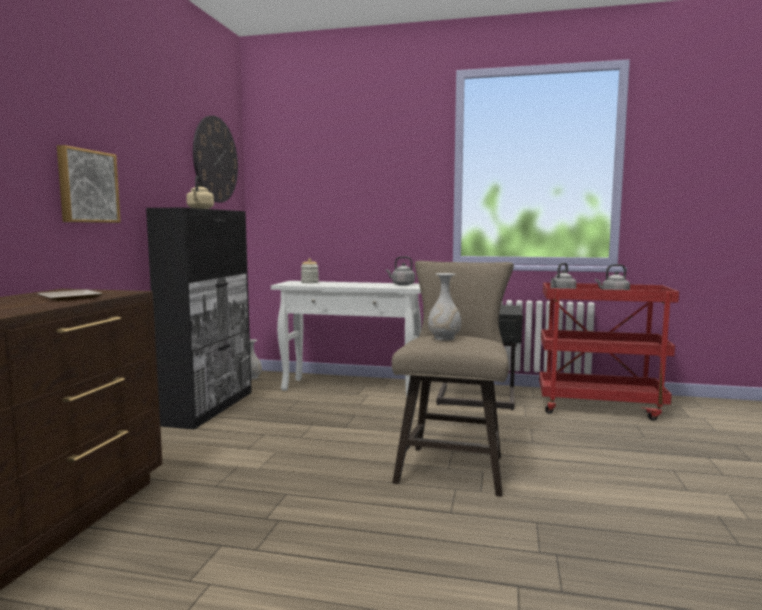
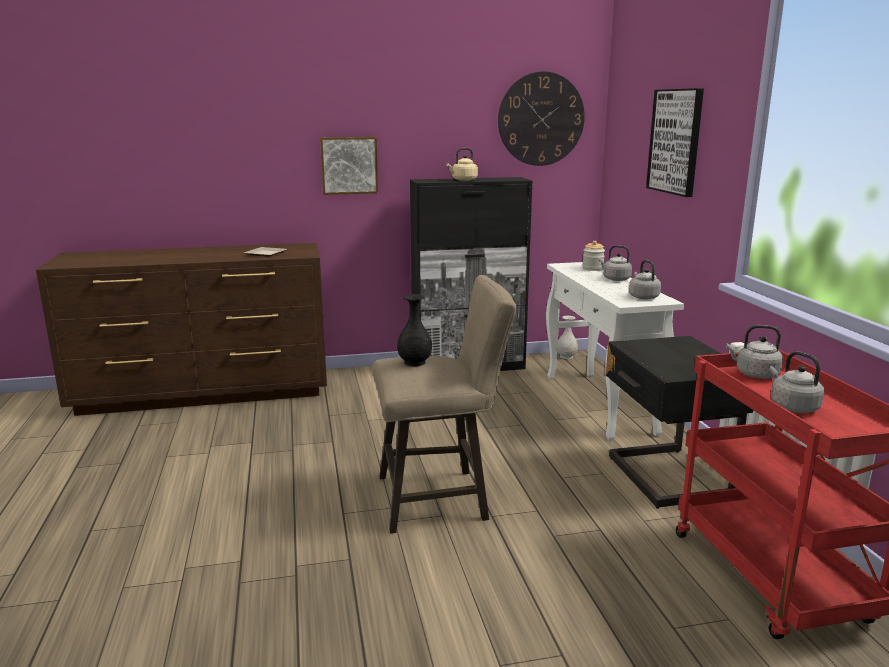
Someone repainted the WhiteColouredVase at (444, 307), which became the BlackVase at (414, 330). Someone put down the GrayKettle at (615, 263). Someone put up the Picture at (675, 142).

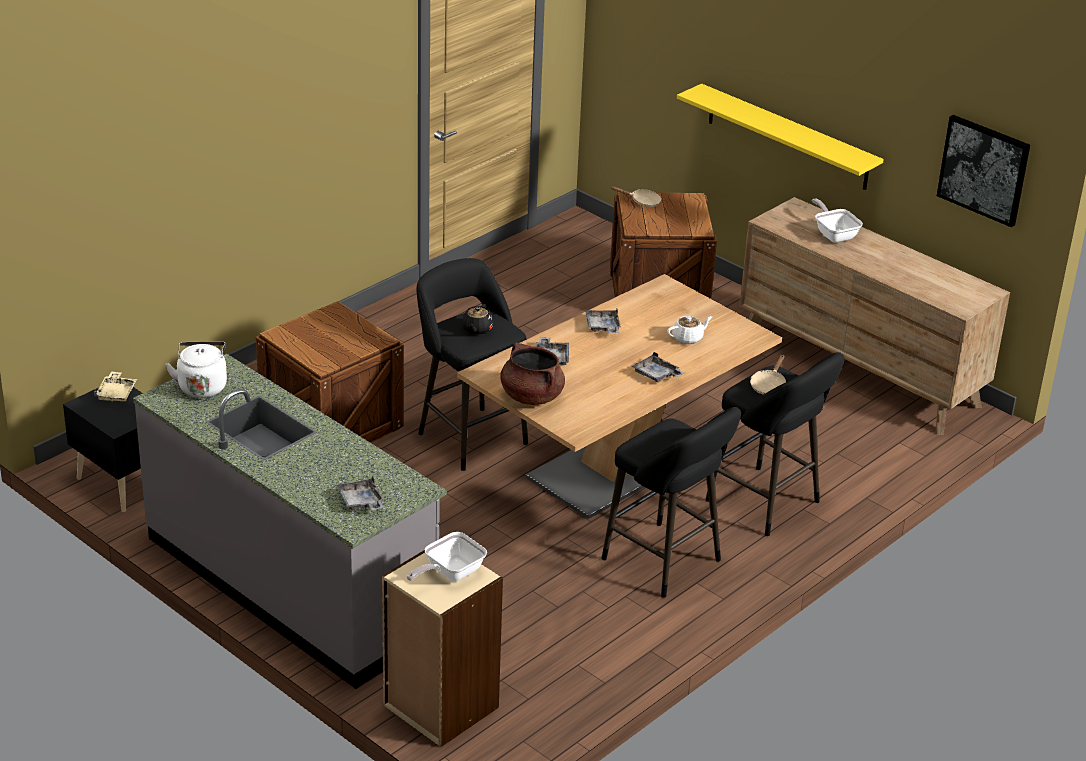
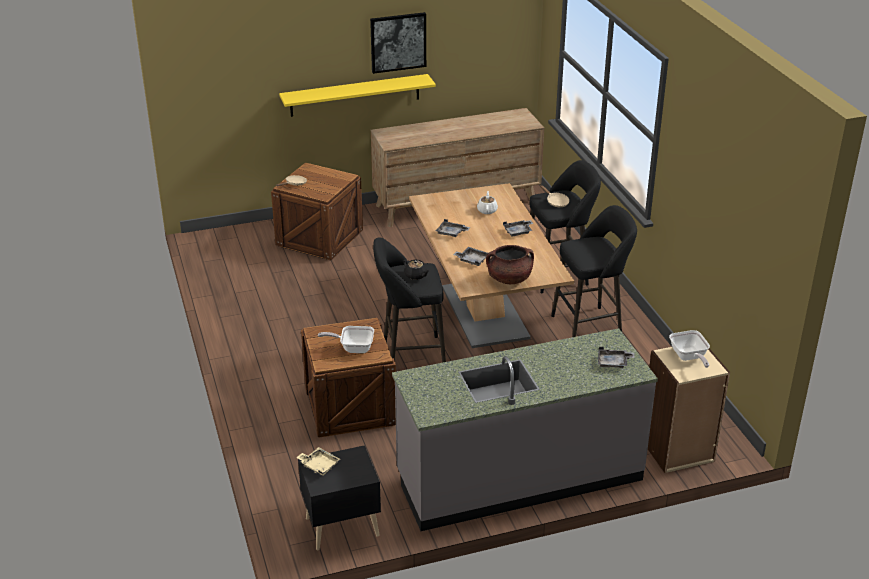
Someone carried the Skillet from (837, 221) to (346, 339). Someone carried the Picture from (983, 171) to (398, 43). Someone took away the WhiteColouredKettle at (196, 369).

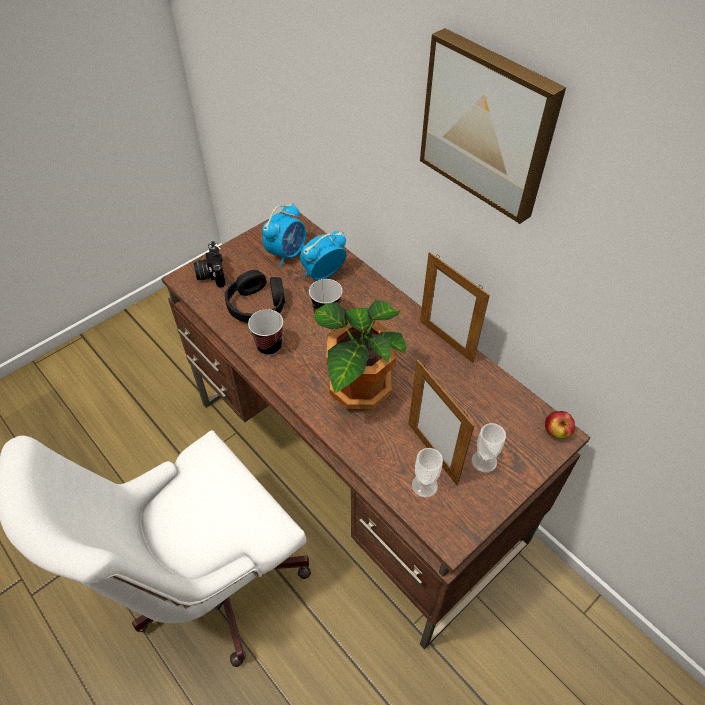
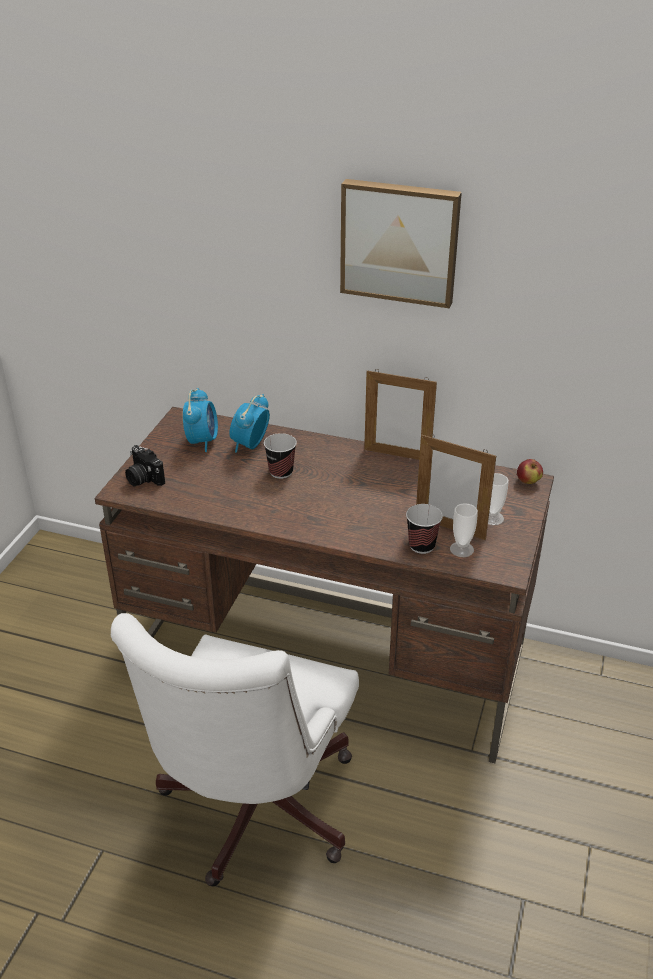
Someone carried the Cup from (265, 332) to (424, 529). Someone took away the BlackHeadphones at (255, 296). Someone took away the PlantInAPot at (360, 355).

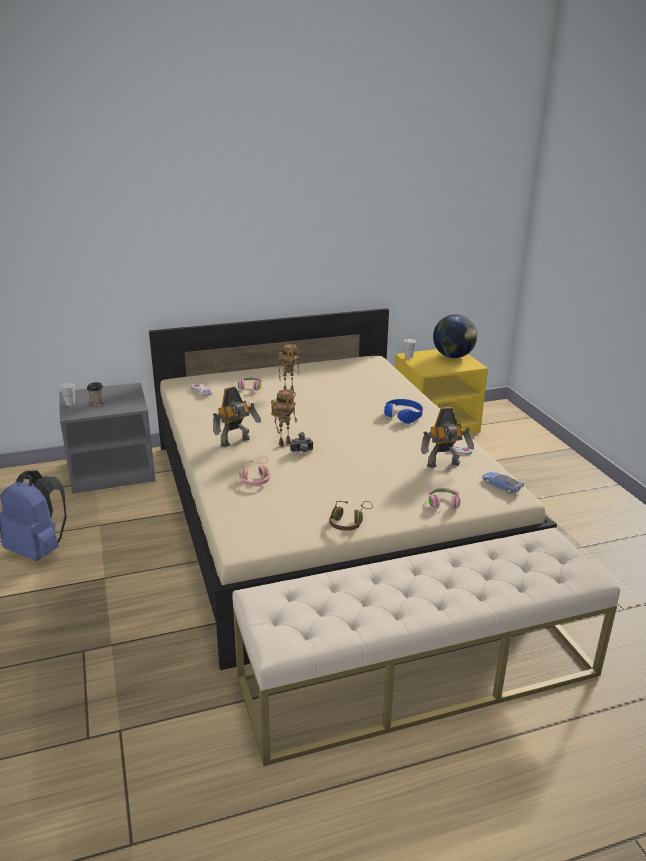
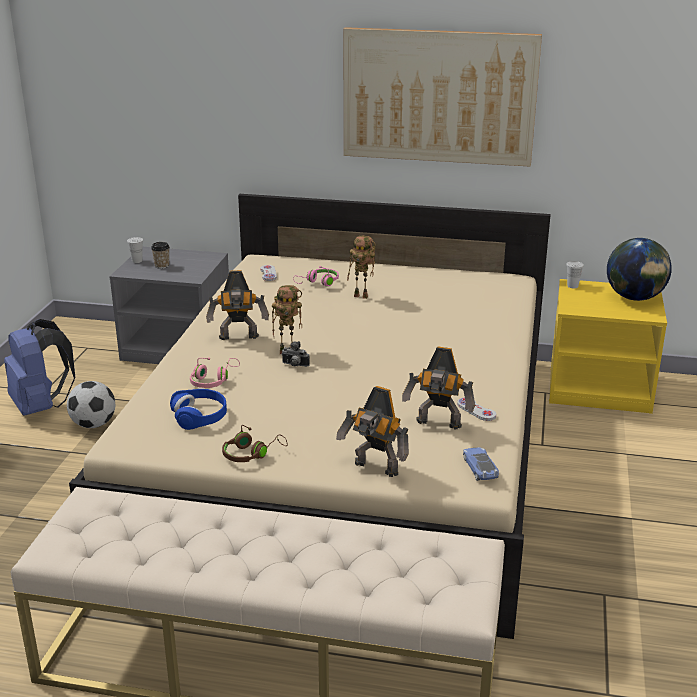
Someone put down the BallForFootball at (91, 404). Someone carried the BluishHeadphones from (403, 411) to (198, 409). Someone swapped the PinkishHeadphones at (443, 501) for the ToyRobot at (372, 431). Someone put up the Picture at (443, 97).

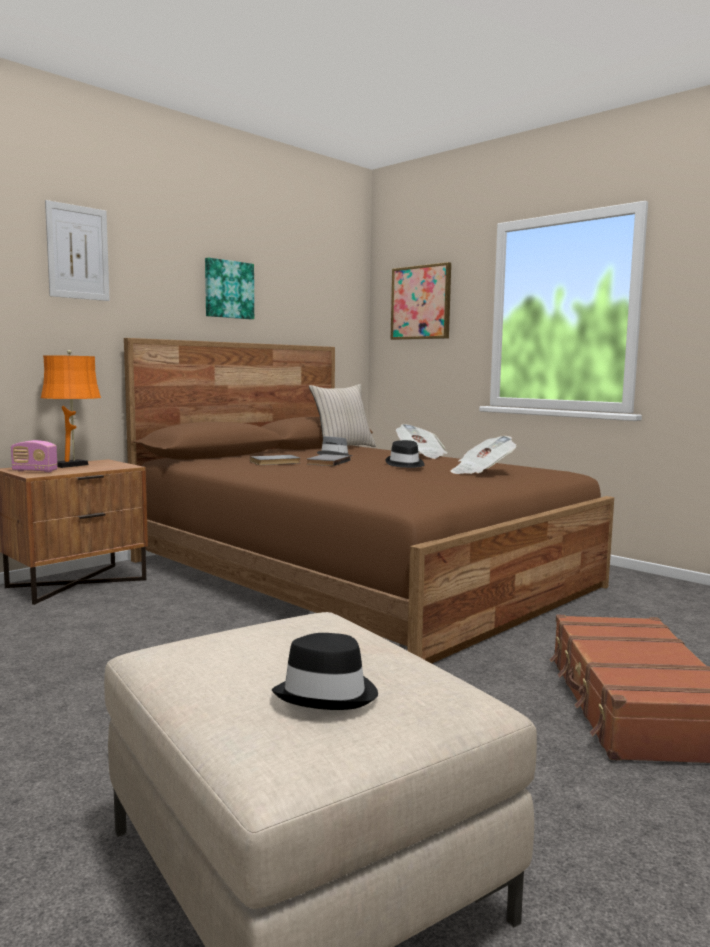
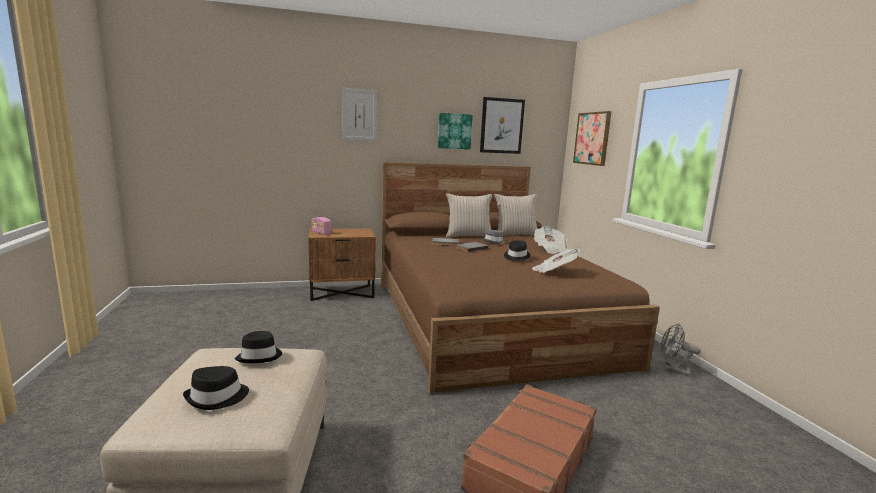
Someone put down the BlackClothingHat at (258, 347). Someone put down the BeigeColouredPillow at (469, 215). Someone put up the Picture at (502, 125). Someone put down the GrayElectricFan at (681, 349). Someone took away the OrangeyTabletopLamp at (71, 409).

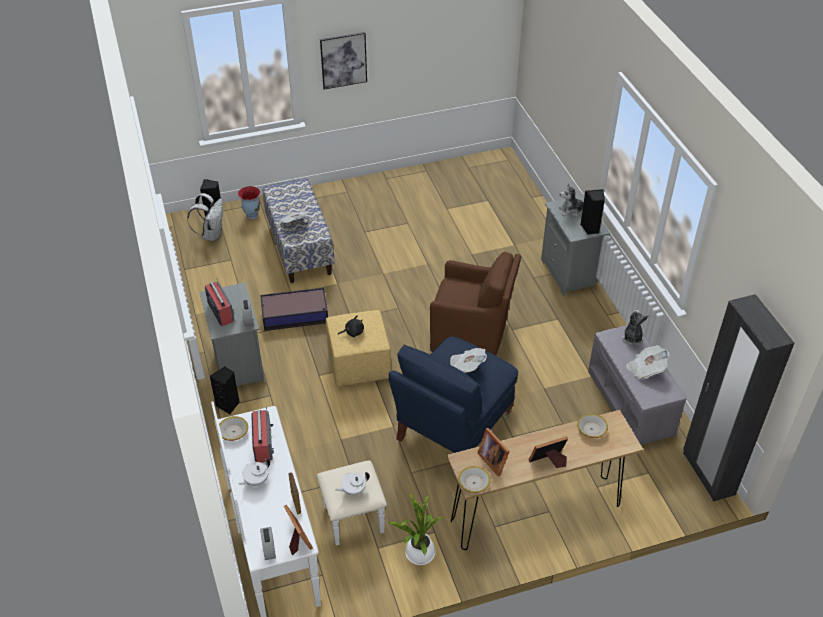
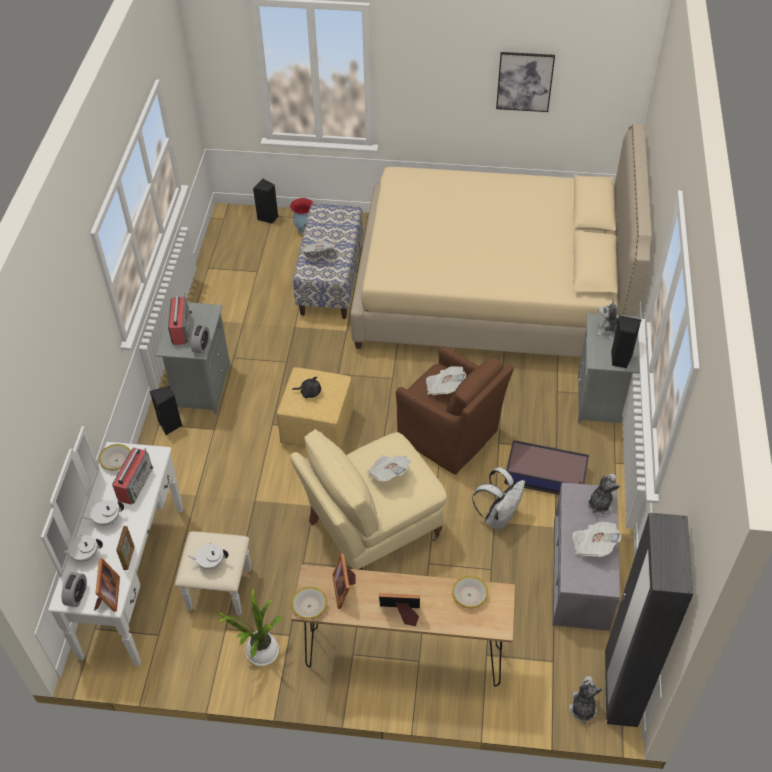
Someone put down the WhiteColouredTeaPot at (83, 548). Someone repainted the BluishEasyChair at (453, 394), which became the BeigeColouredEasyChair at (368, 499). Someone put down the BeigeColouredBed at (501, 240). Someone put down the PrintedPaper at (446, 380). Someone carried the WhiteColouredRucksack from (205, 217) to (498, 498). Someone carried the Picture from (343, 60) to (525, 82). Someone carried the StorageBin from (294, 309) to (546, 467). Someone put down the CuddlyToy at (586, 700).

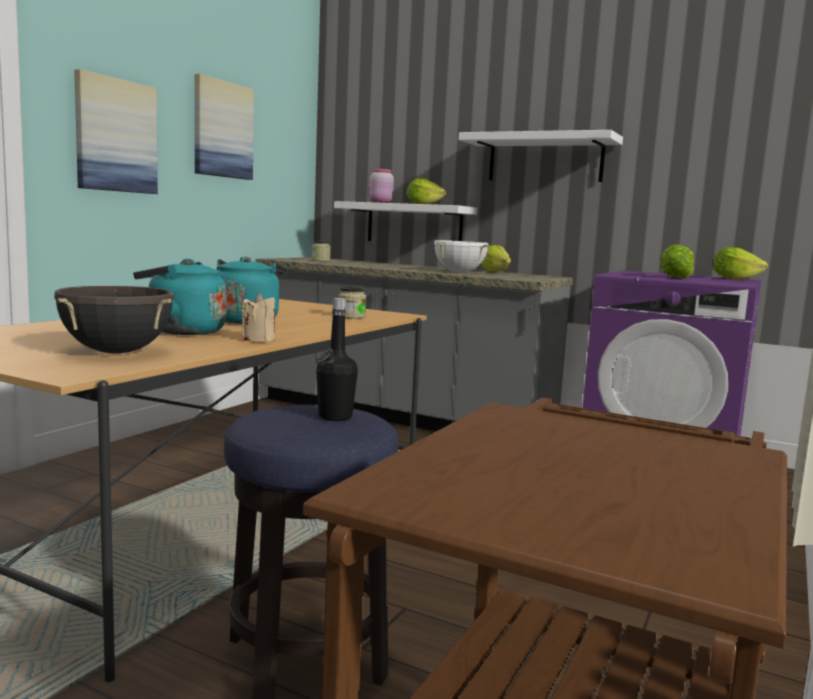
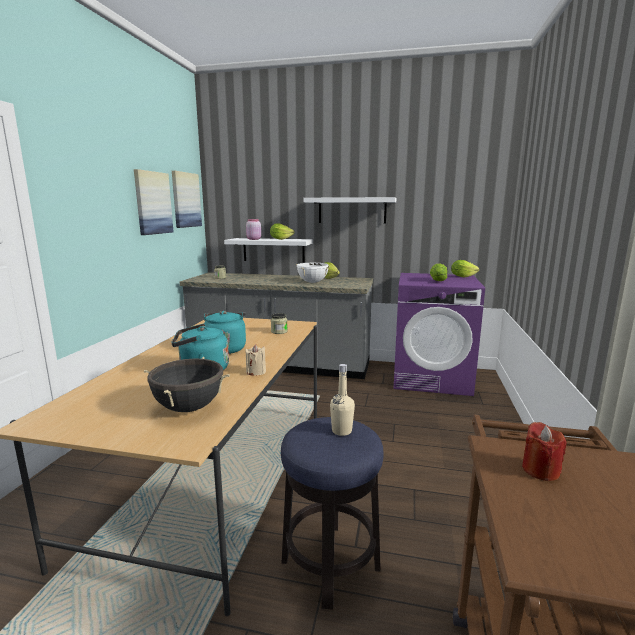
Someone carried the Picture from (116, 131) to (187, 199). Someone repainted the BlackBeverageBottle at (337, 359), which became the BeigeColouredBeverageBottle at (342, 400). Someone put down the ReddishCandle at (544, 451).

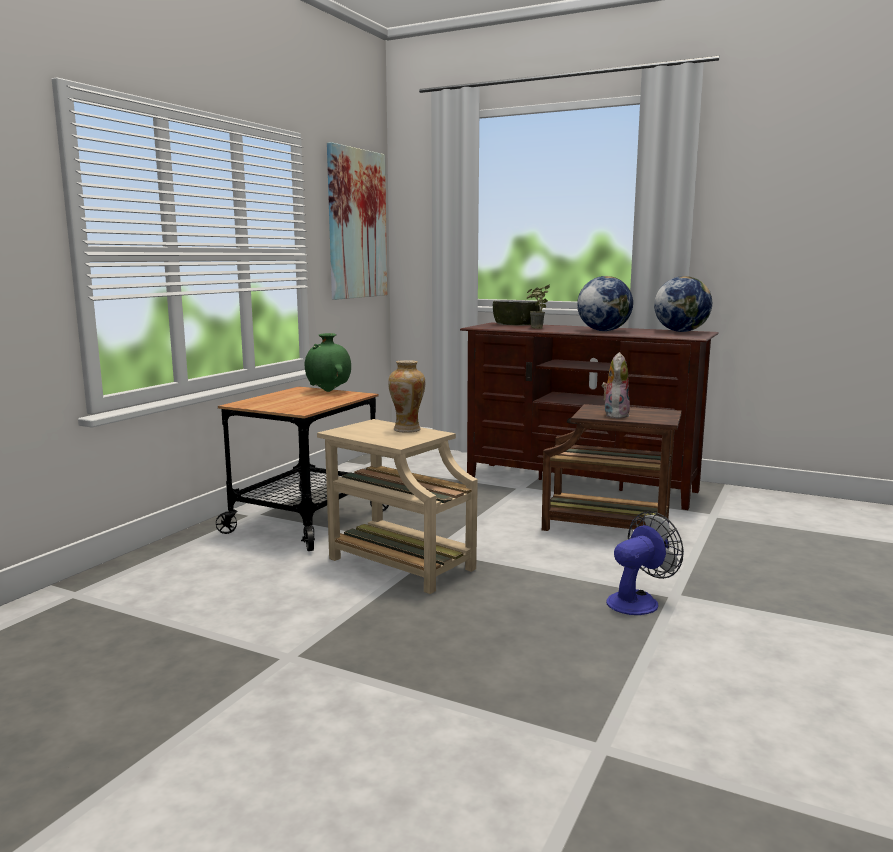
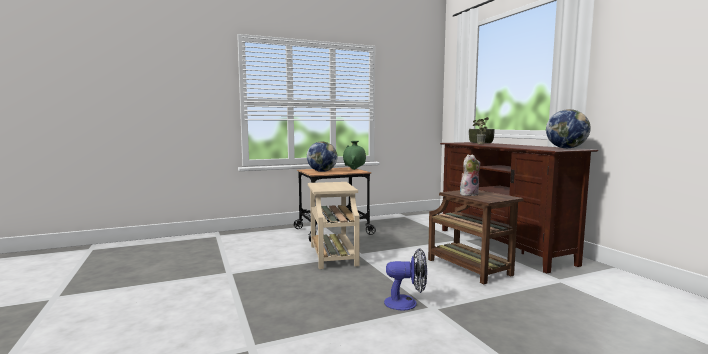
Someone carried the WorldGlobe from (605, 303) to (322, 156). Someone took away the Picture at (357, 221). Someone took away the Vase at (406, 396).

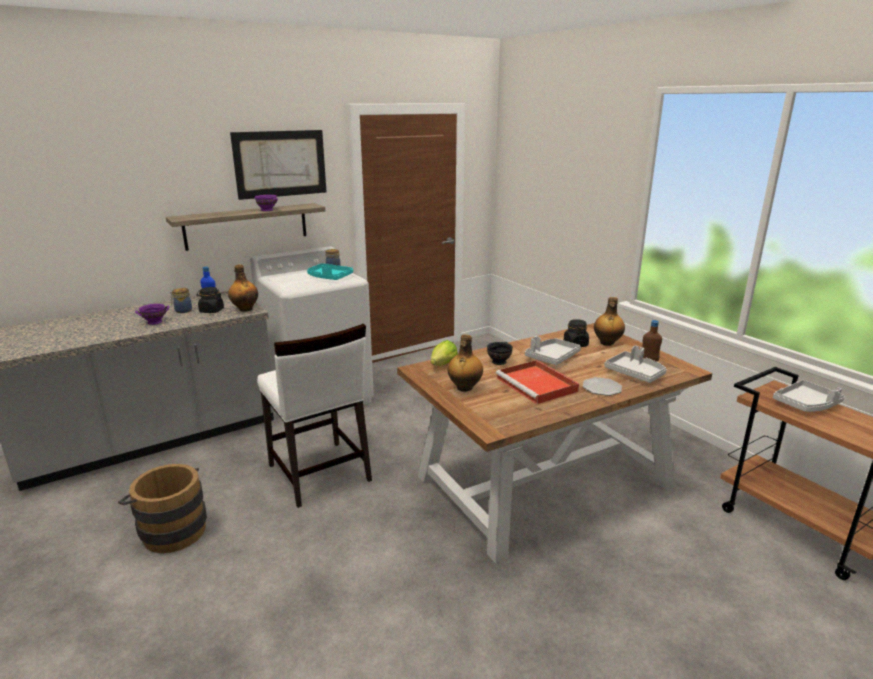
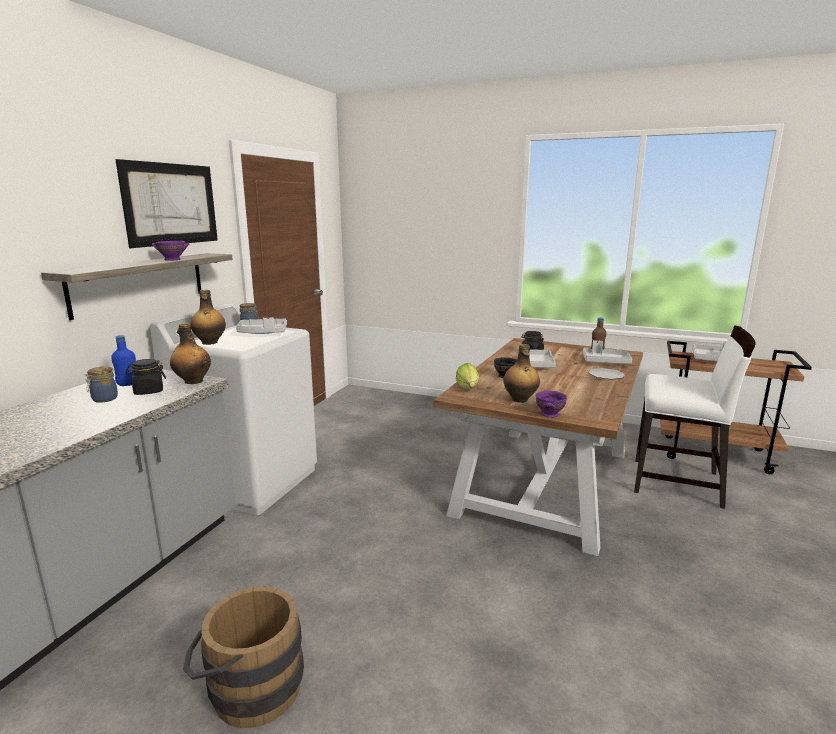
Someone carried the BeverageBottle from (609, 321) to (208, 317). Someone repainted the BlueGreenCarryingTray at (330, 271), which became the GrayCarryingTray at (261, 325). Someone carried the PurpleColouredServingBowl from (152, 314) to (551, 404). Someone carried the WhiteColouredPlainChair from (314, 416) to (695, 417). Someone took away the ReddishCarryingTray at (537, 382).

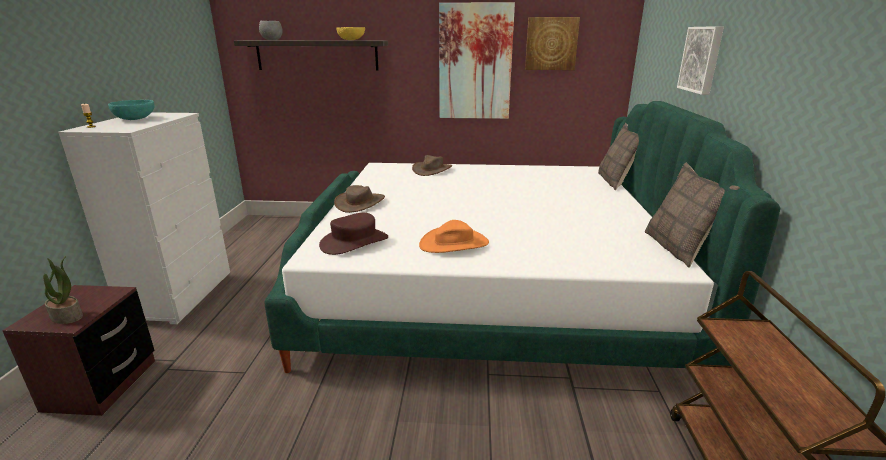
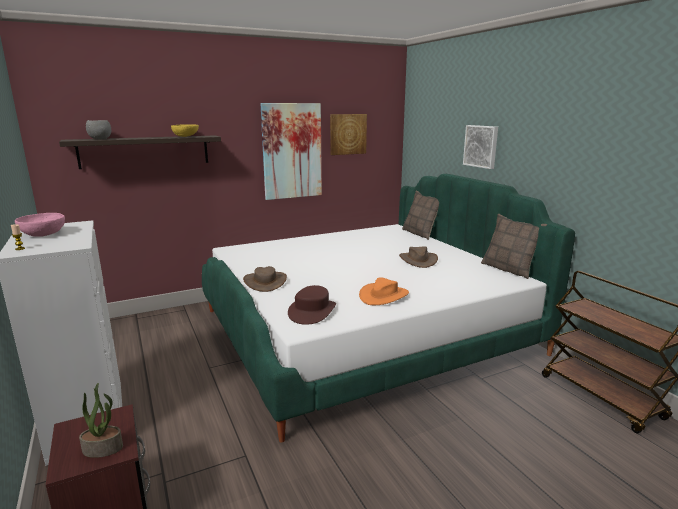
Someone repainted the BlueGreenServingBowl at (131, 110), which became the PinkishServingBowl at (40, 225). Someone carried the BrownishClothingHat from (432, 165) to (418, 257).

